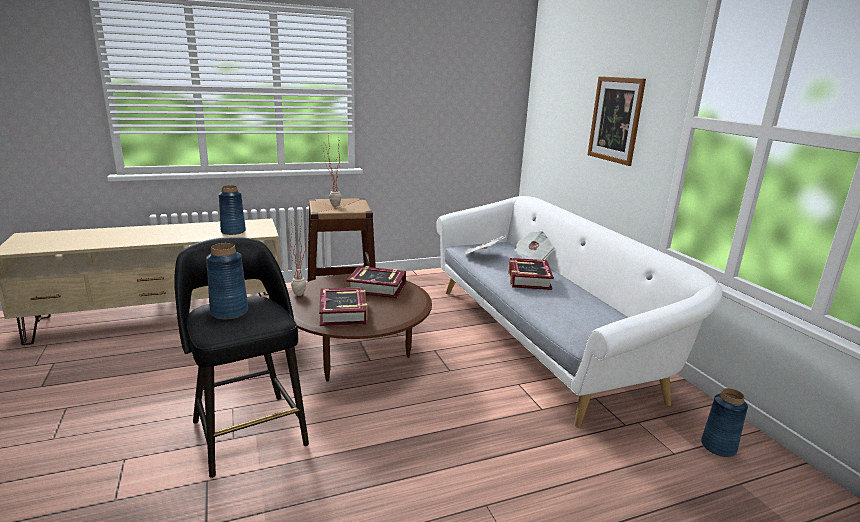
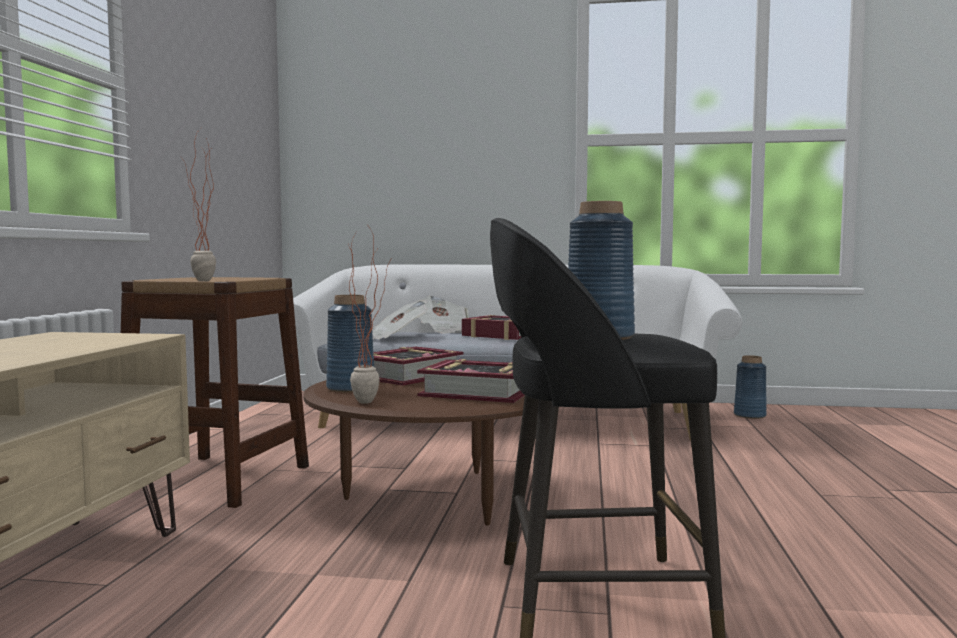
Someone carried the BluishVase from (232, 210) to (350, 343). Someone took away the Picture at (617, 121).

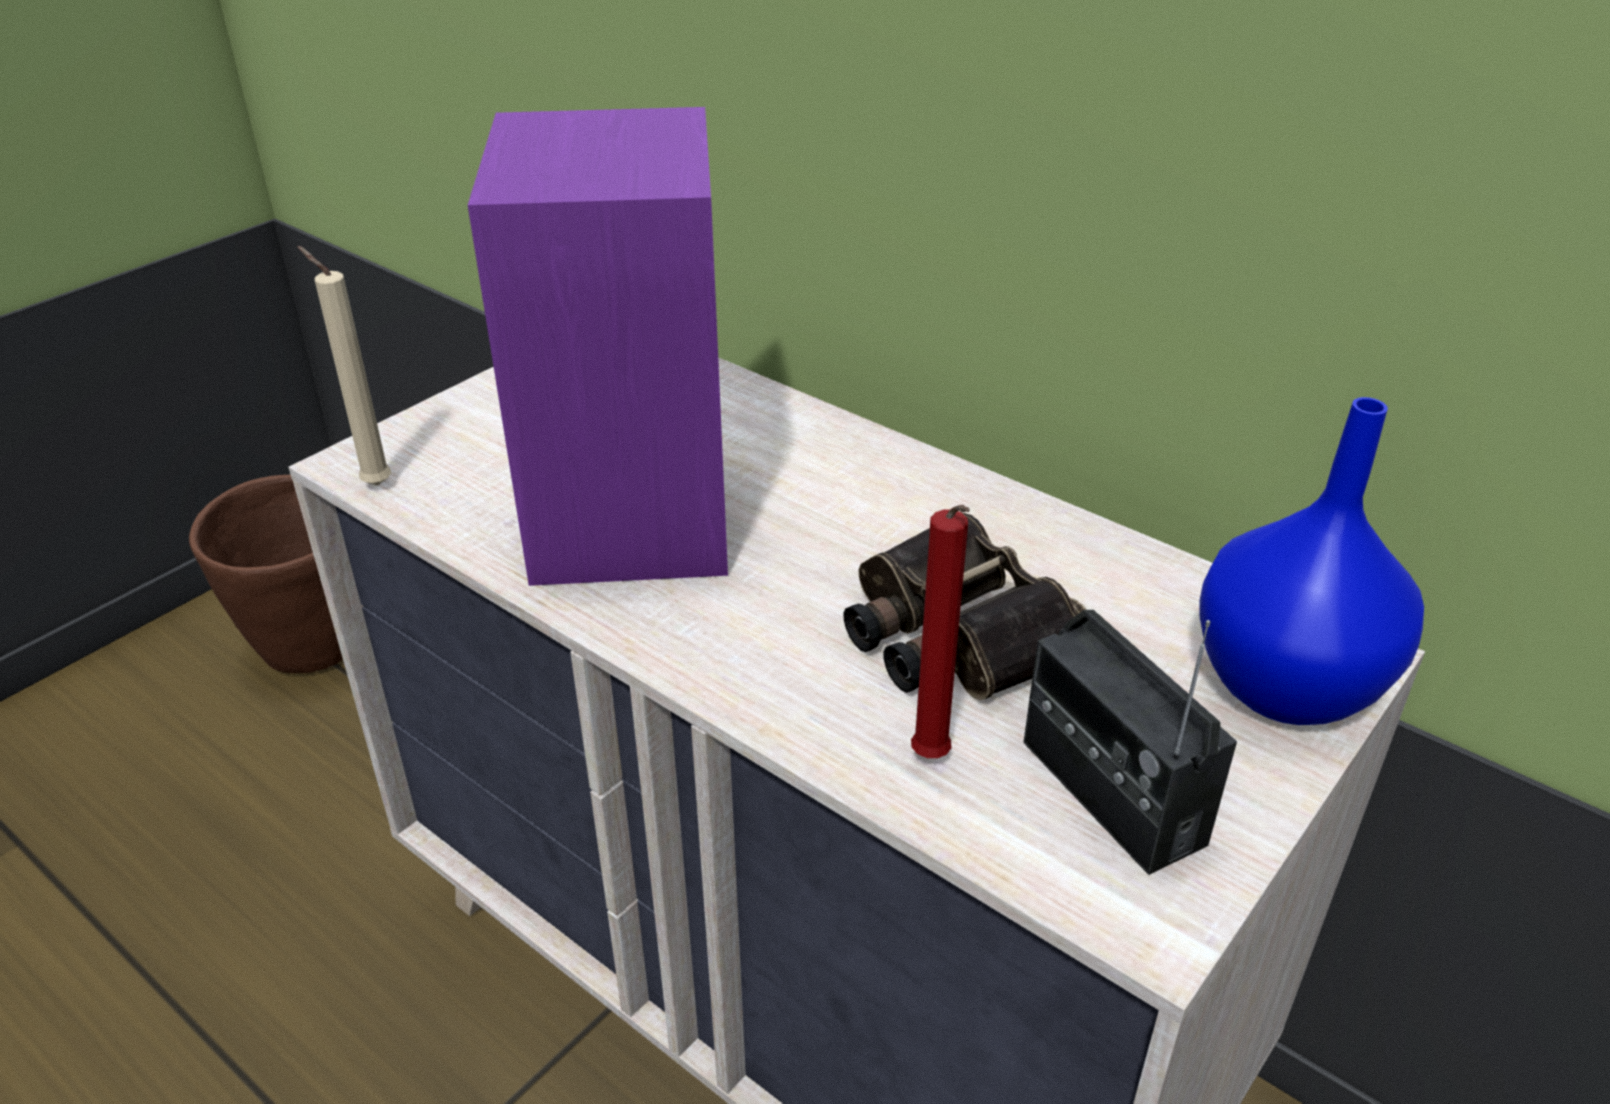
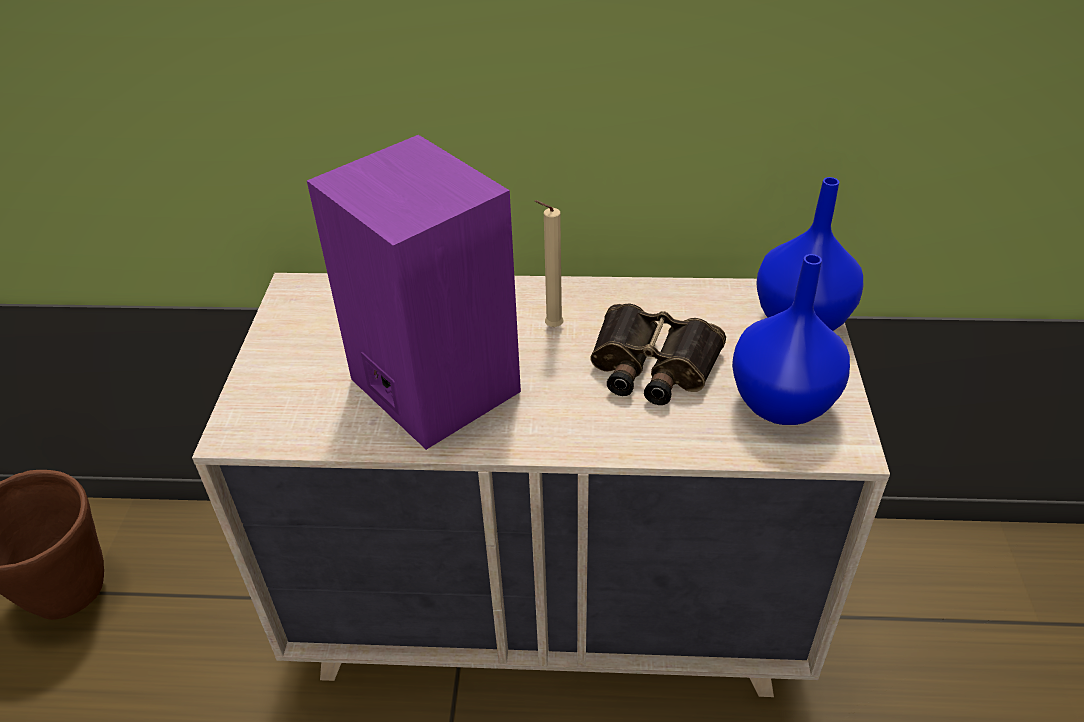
Someone carried the BeigeColouredCandle from (344, 366) to (549, 263). Someone swapped the Radio at (1130, 742) for the BluishVase at (791, 339). Someone took away the ReddishCandle at (940, 631).

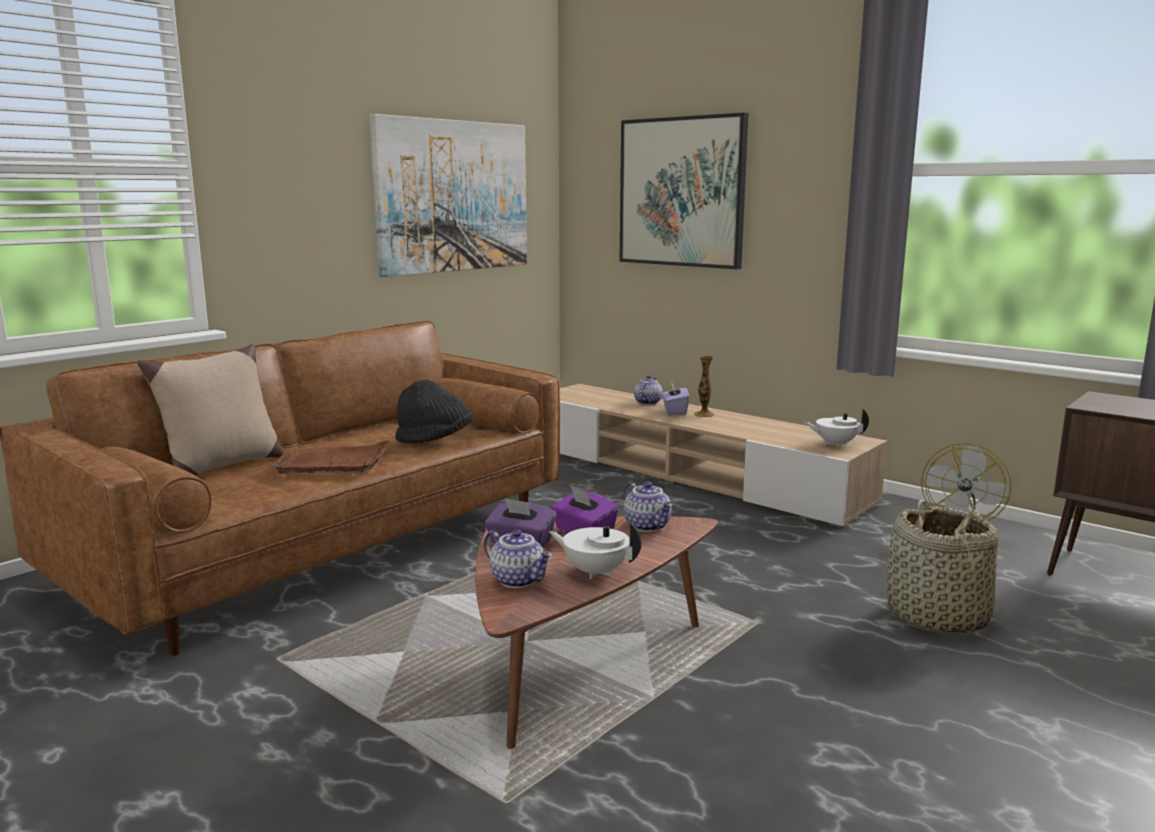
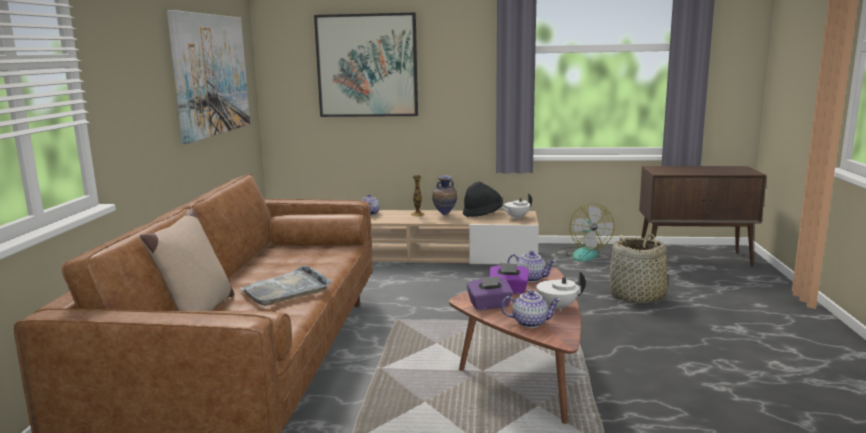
Someone repainted the BrownishCarryingTray at (330, 457), which became the GrayCarryingTray at (285, 285). Someone put down the Vase at (444, 195). Someone carried the BlackClothingHat from (434, 411) to (483, 199). Someone took away the PurpleColouredTissueBox at (675, 399).

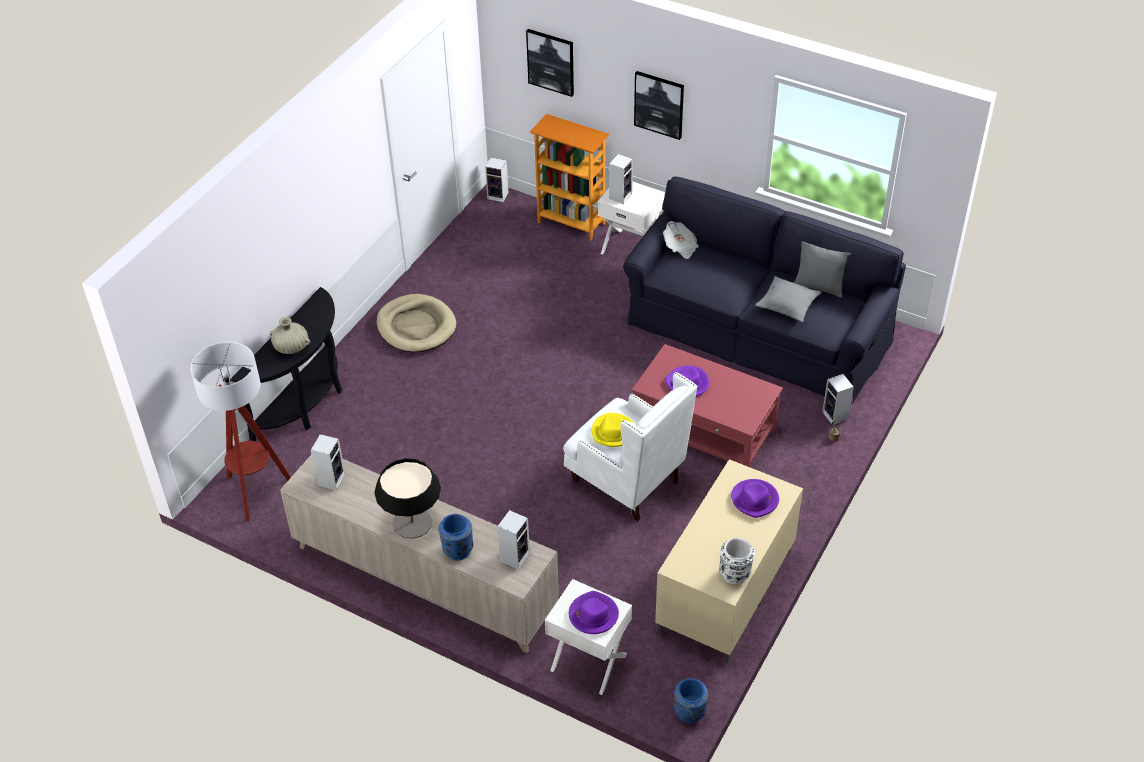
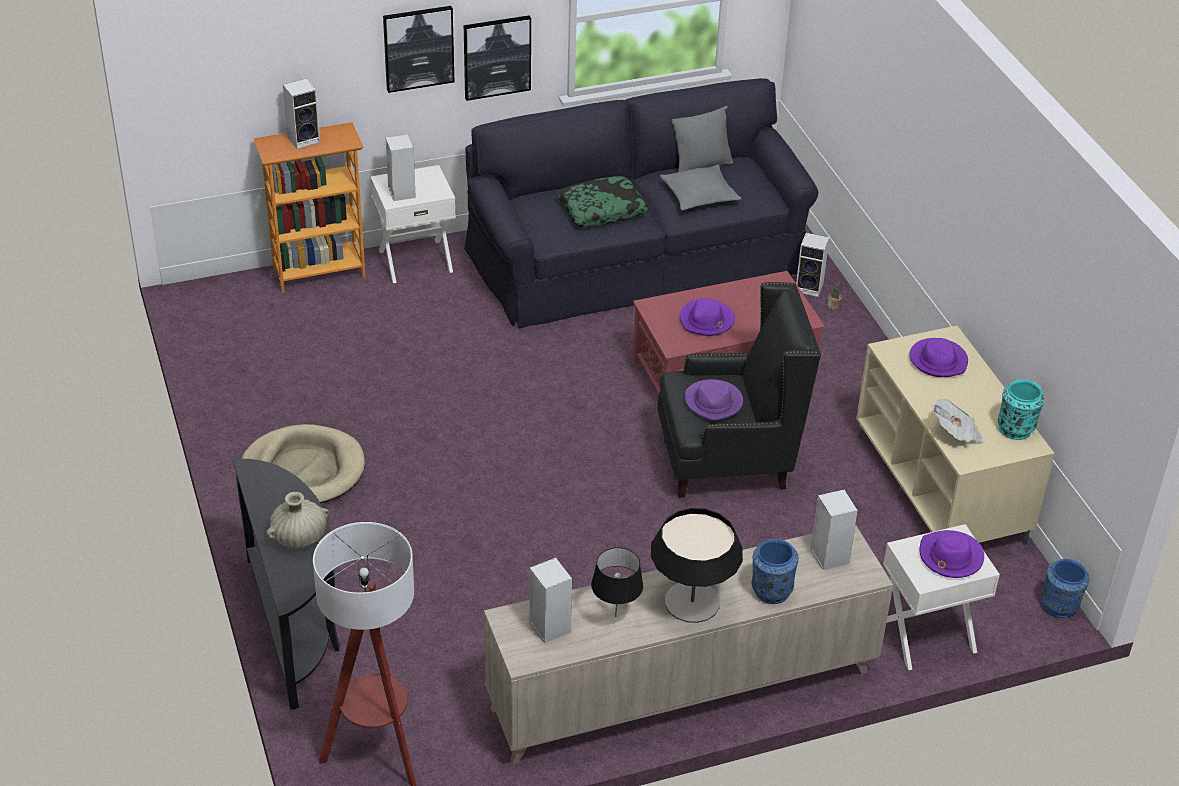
Someone carried the AudioSpeaker from (496, 179) to (301, 114). Someone carried the Picture from (550, 63) to (497, 58). Someone put down the Pillow at (602, 201). Someone put down the BlackTabletopLamp at (617, 582). Someone repainted the WhiteColouredEasyChair at (630, 446), which became the BlackEasyChair at (739, 390). Someone repainted the YellowClothingHat at (613, 430), which became the PurpleColouredClothingHat at (714, 400). Someone carried the PrintedPaper from (681, 240) to (957, 421). Someone repainted the WhiteColouredVase at (737, 561), which became the BlueGreenVase at (1021, 409).

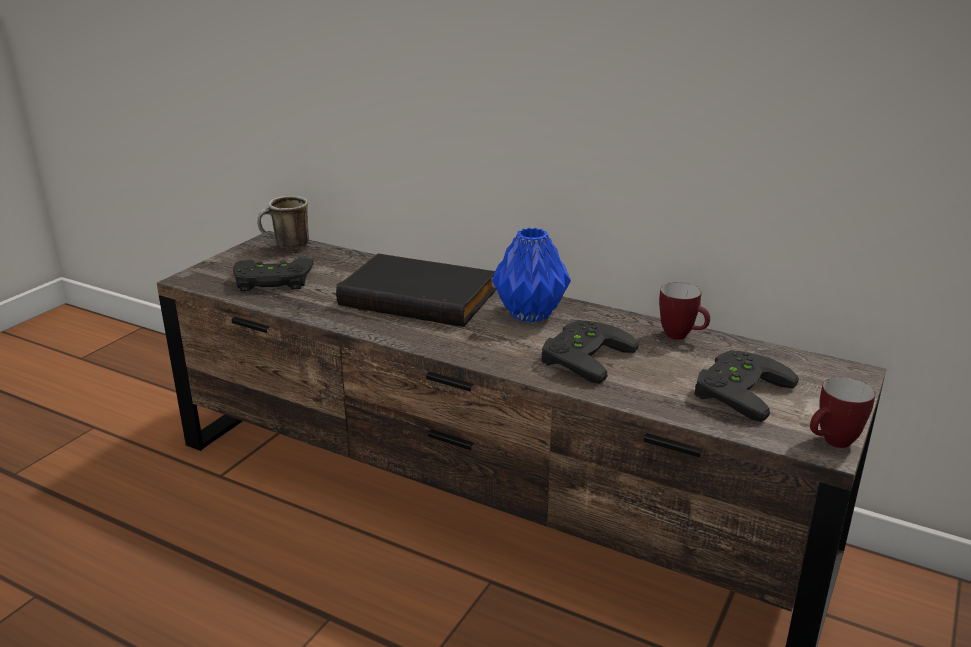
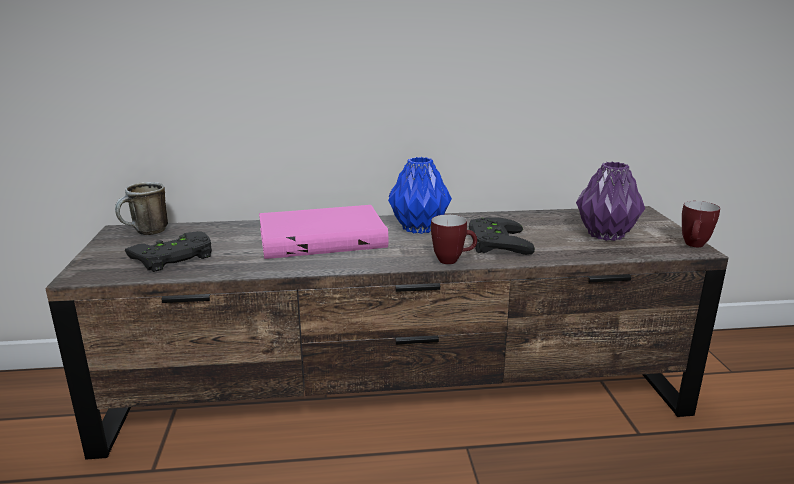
Someone repainted the BlackVolume at (416, 290), which became the PinkishVolume at (323, 232). Someone carried the TeaMug from (684, 311) to (454, 239). Someone swapped the BlackJoypad at (746, 386) for the PurpleColouredVase at (610, 201).

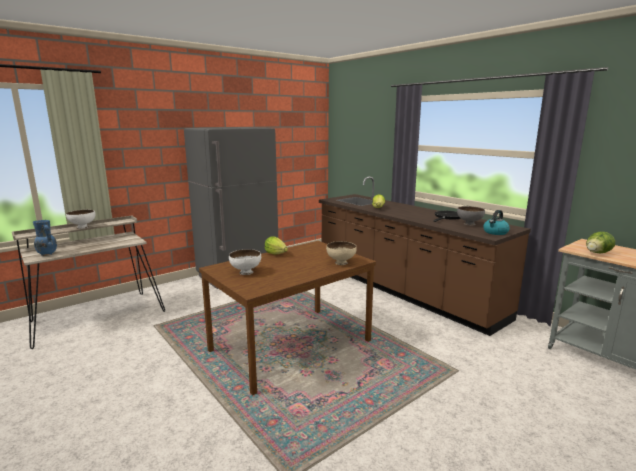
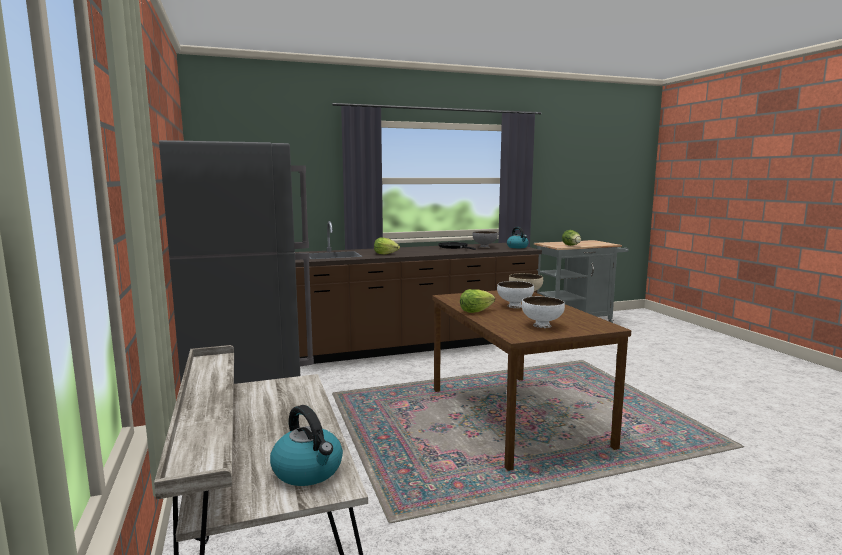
Someone swapped the BluishVase at (45, 238) for the Kettle at (306, 445). Someone carried the WhiteColouredServingBowl from (81, 219) to (515, 294).

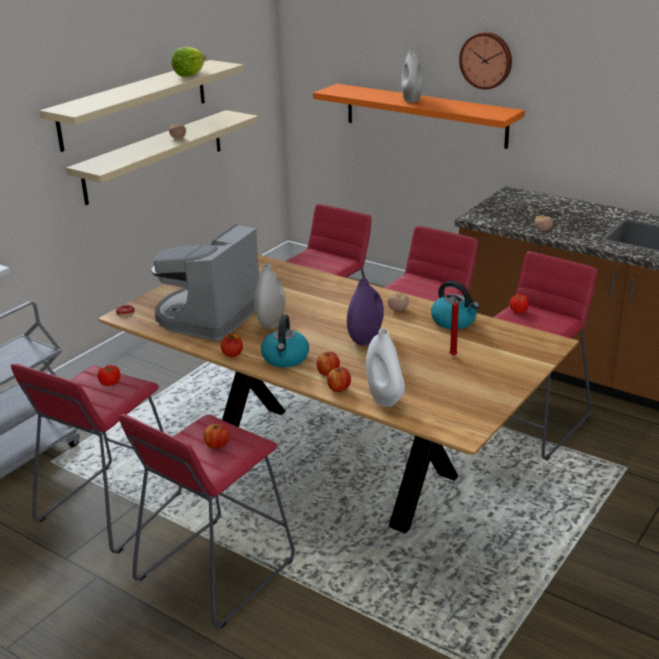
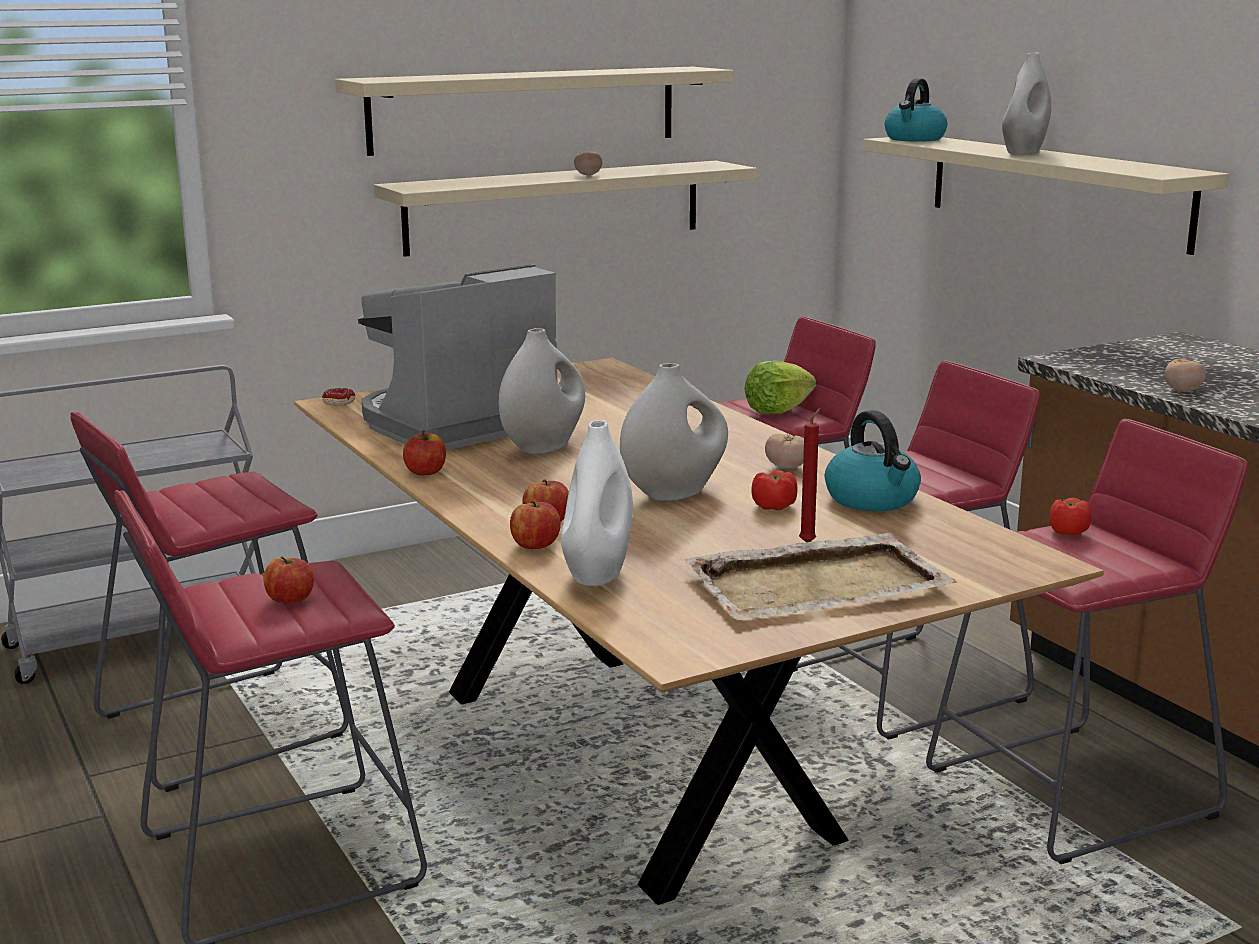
Someone repainted the PurpleColouredVase at (365, 311), which became the WhiteColouredVase at (674, 432). Someone put down the BeigeColouredCarryingTray at (820, 576). Someone carried the Lettuce from (189, 62) to (780, 387). Someone carried the Tomato from (109, 375) to (774, 490). Someone repainted the OrangeyBracketShelf at (419, 116), which became the BeigeColouredBracketShelf at (1046, 196). Someone carried the Kettle from (285, 341) to (915, 110). Someone took away the HangingClock at (485, 61).

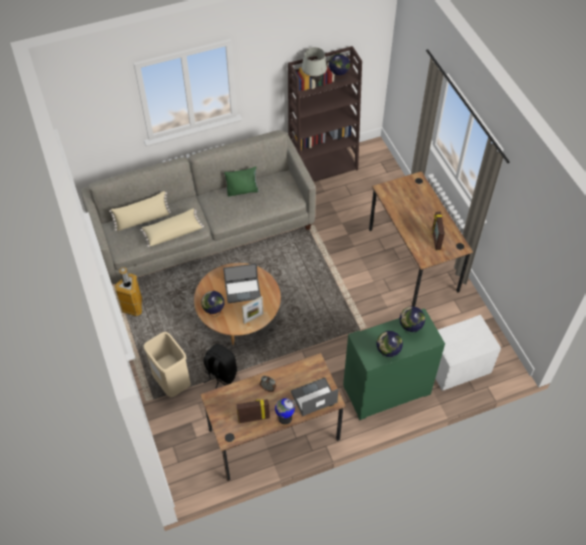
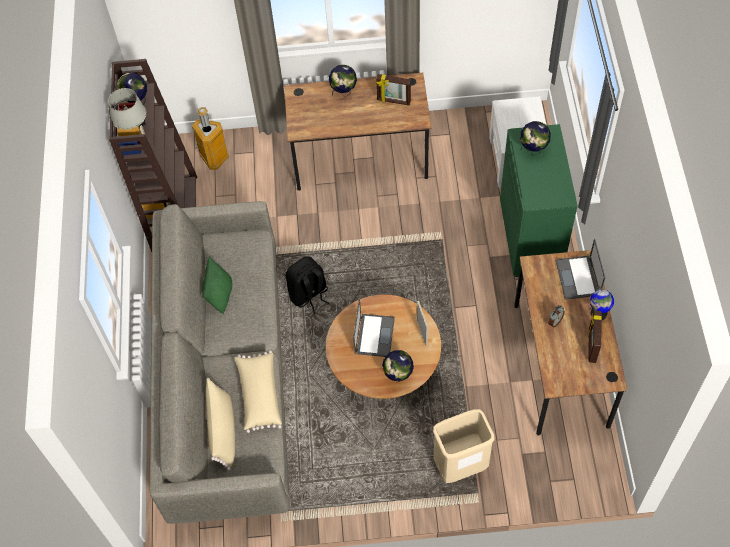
Someone carried the RubbishBin from (128, 291) to (210, 138). Someone carried the BlackRucksack from (220, 366) to (307, 285). Someone carried the WorldGlobe from (390, 345) to (343, 81).

